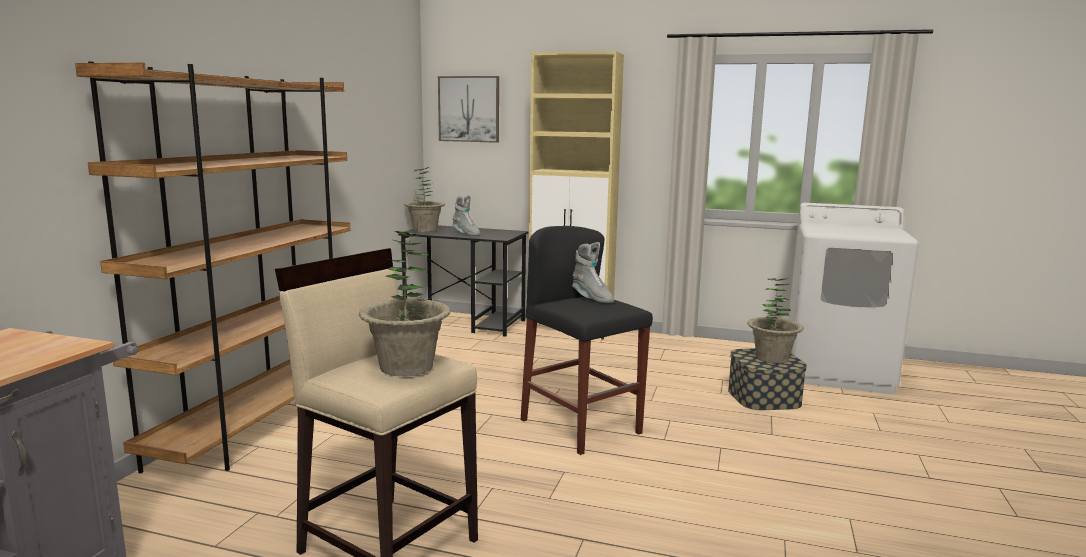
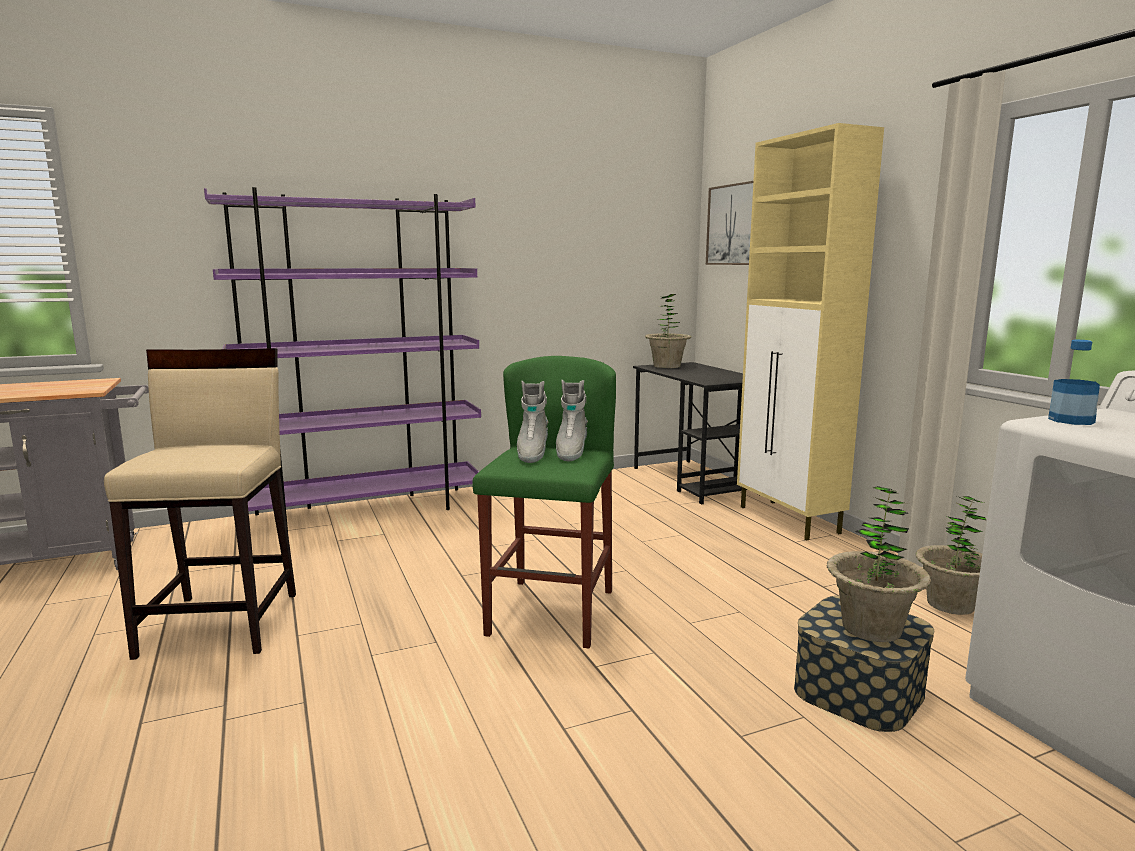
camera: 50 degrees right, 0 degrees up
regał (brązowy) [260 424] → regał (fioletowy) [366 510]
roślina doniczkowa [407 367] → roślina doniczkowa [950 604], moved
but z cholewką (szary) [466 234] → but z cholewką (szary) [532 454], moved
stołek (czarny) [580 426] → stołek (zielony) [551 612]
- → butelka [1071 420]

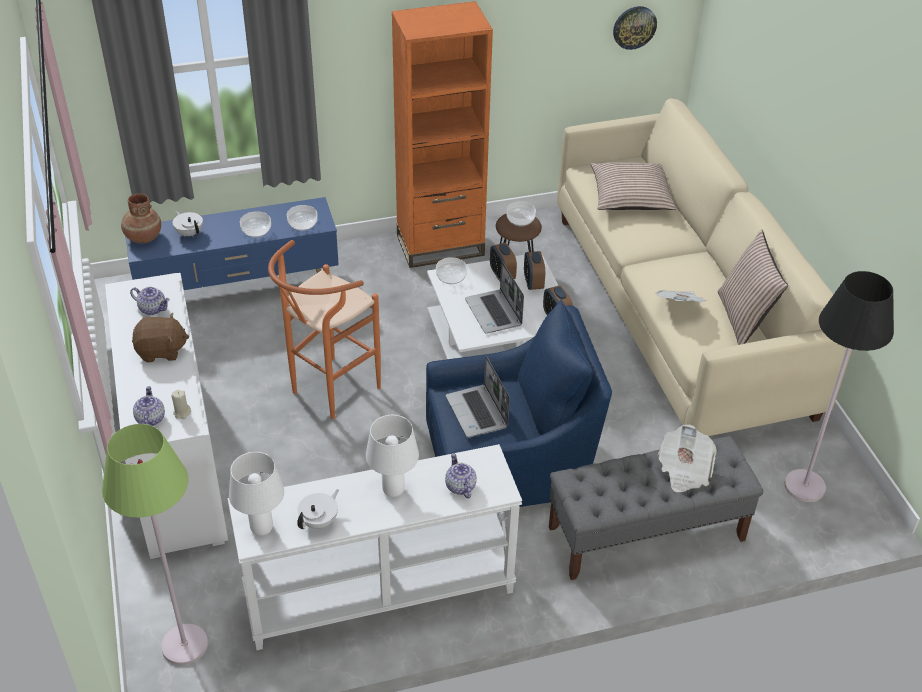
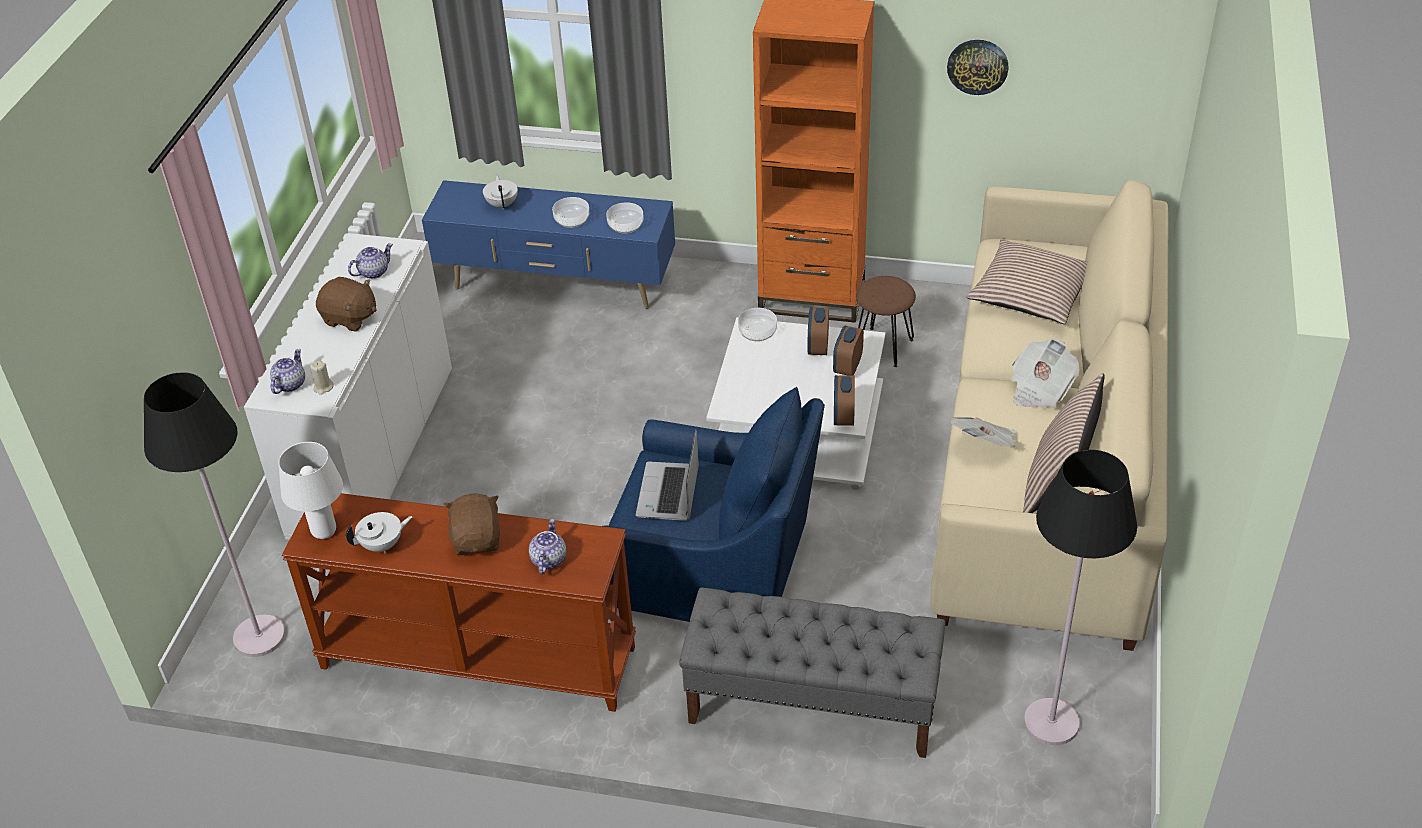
camera: 30 degrees right, 0 degrees up
lampa stojąca (zielony) [185 645] → lampa stojąca (czarny) [259 637]
wazon (brązowy) [143 237] → -
imbryk [153 309] → imbryk [373 272], 90 degrees counterclockwise
stolik konsolowy (biały) [379 594] → stolik konsolowy (brązowy) [476 659]
stołek (pomarańczowy) [328 393] → -
lampa stołowa (biały) [393 491] → pluszak (brązowy) [477 540]
laptop [494 313] → -
miska [520 220] → -
zegar ścienny [634 27] → zegar ścienny [977 66], moved
gazeta [684 470] → gazeta [1040 389], moved

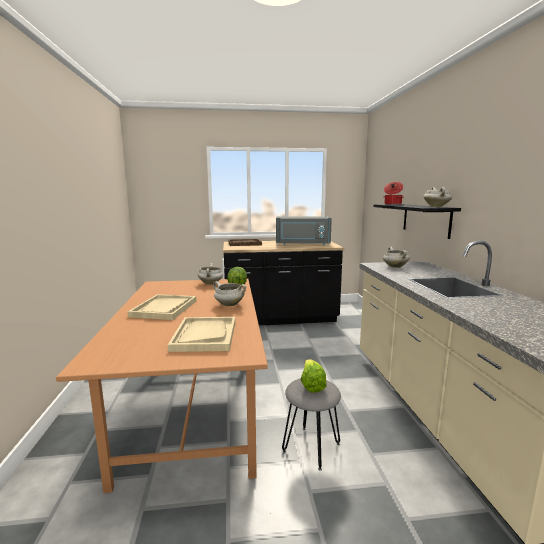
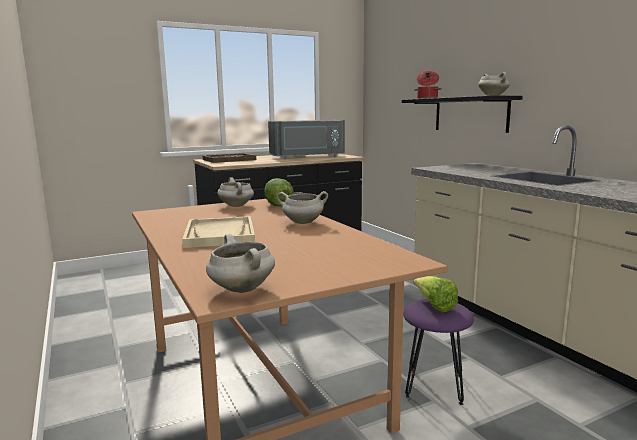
camera: 20 degrees left, 0 degrees up
taca (beżowy) [205 335] → -
stołek (szary) [311 447] → stołek (fioletowy) [435 385]
garnek (biały) [394 267] → garnek (biały) [240 289], moved

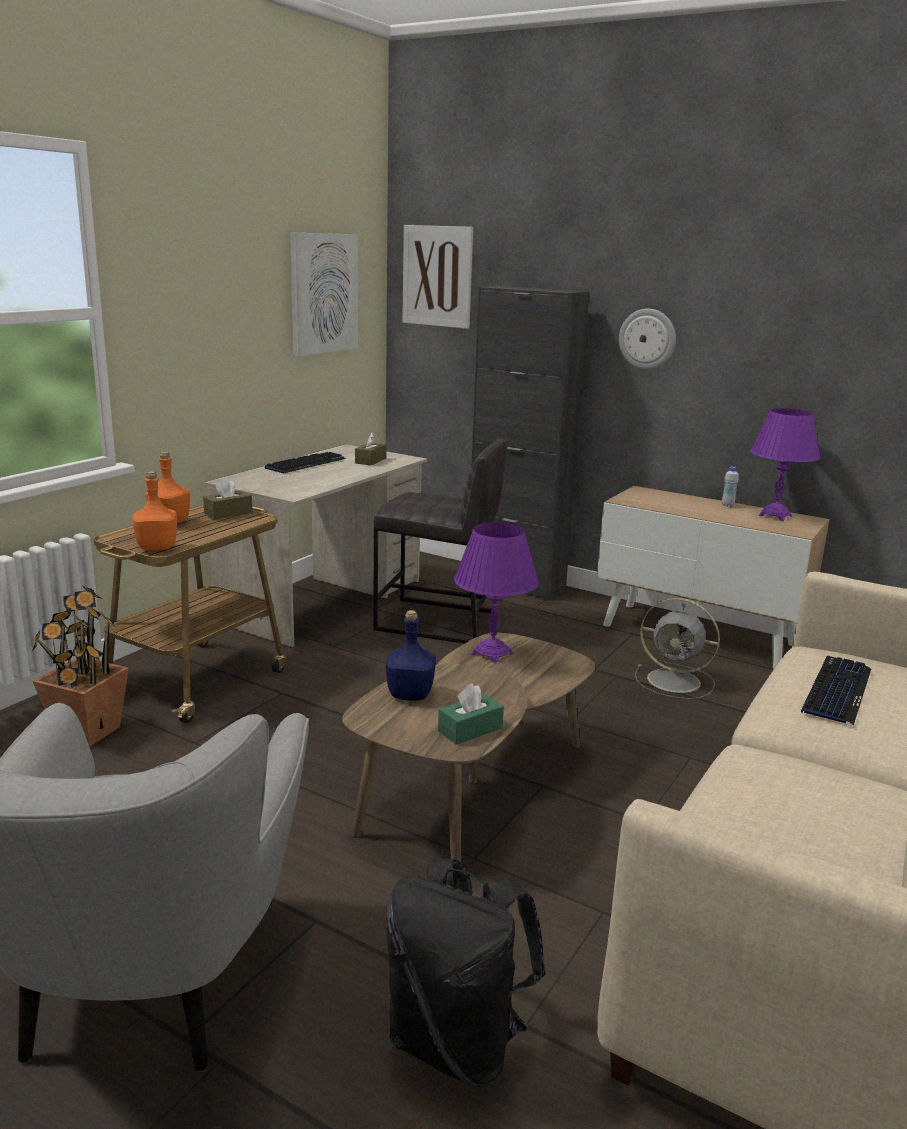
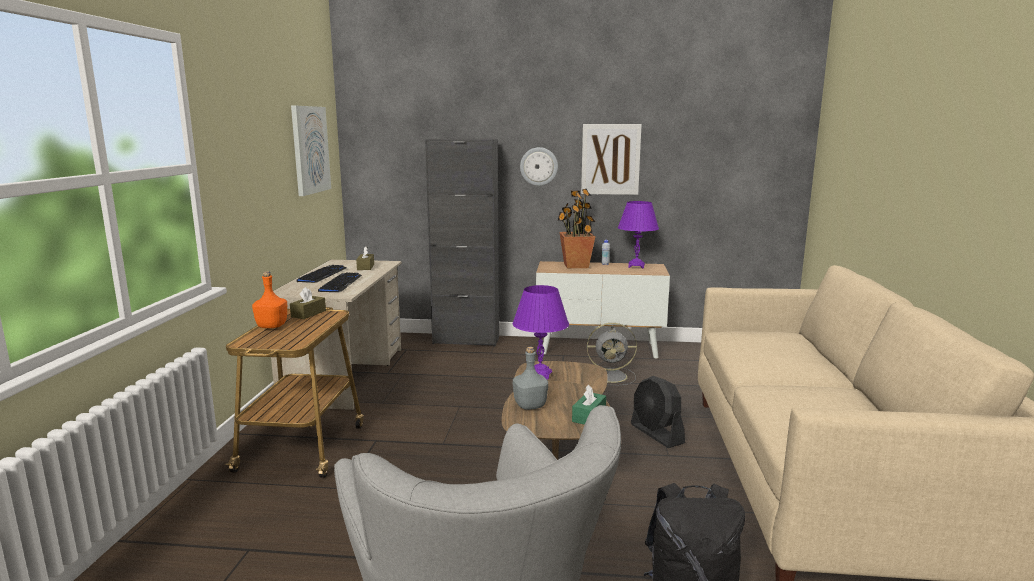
camera: 25 degrees left, 5 degrees down
roślina doniczkowa [86 732] → roślina doniczkowa [575 266], moved
butelka (pomarańczowy) [158 547] → -
stołek (szary) [437 621] → -
butelka (niebieski) [410 694] → butelka (szary) [529 405]
obraz [437 276] → obraz [610 159], moved
klawiatura [837 691] → klawiatura [341 284], moved
- → wentylator (czarny) [656 434]

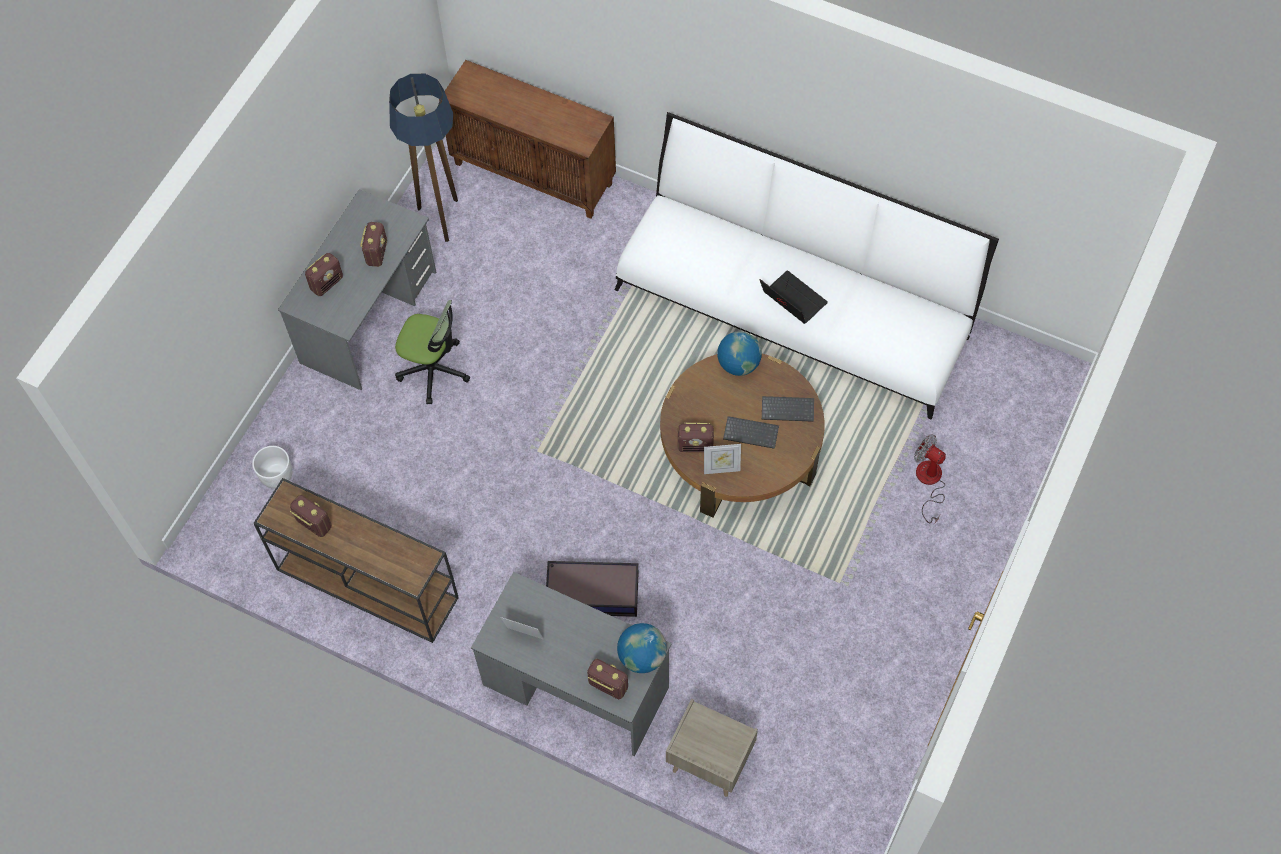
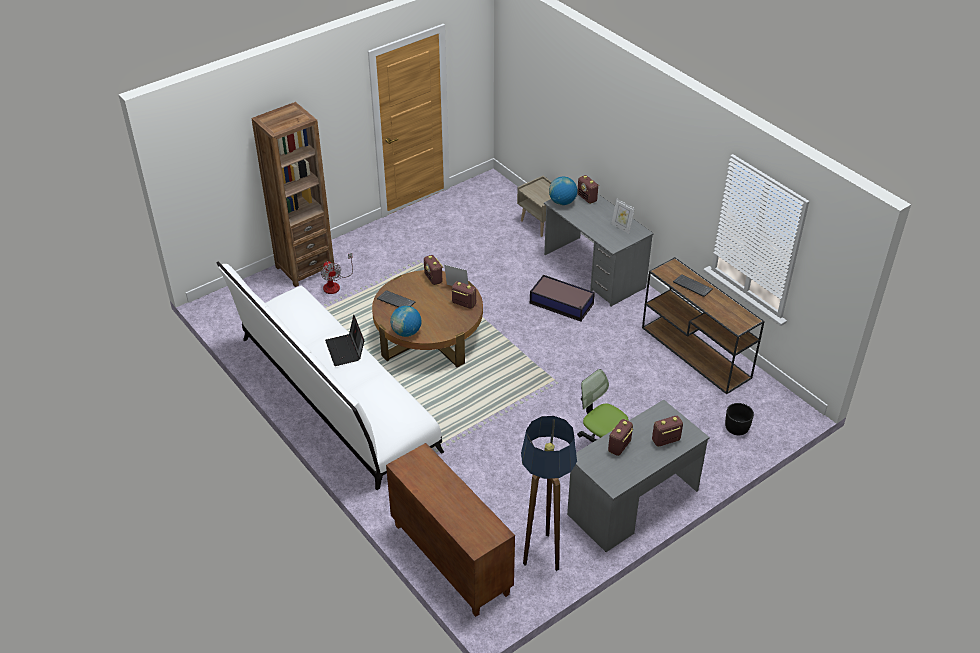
camera: 155 degrees left, 20 degrees down
donica (biały) [276 475] → donica (czarny) [736 428]
radio [313 523] → radio [433 278], moved
klawiatura [752 432] → klawiatura [691 286], moved
- → regał (brązowy) [305 268]

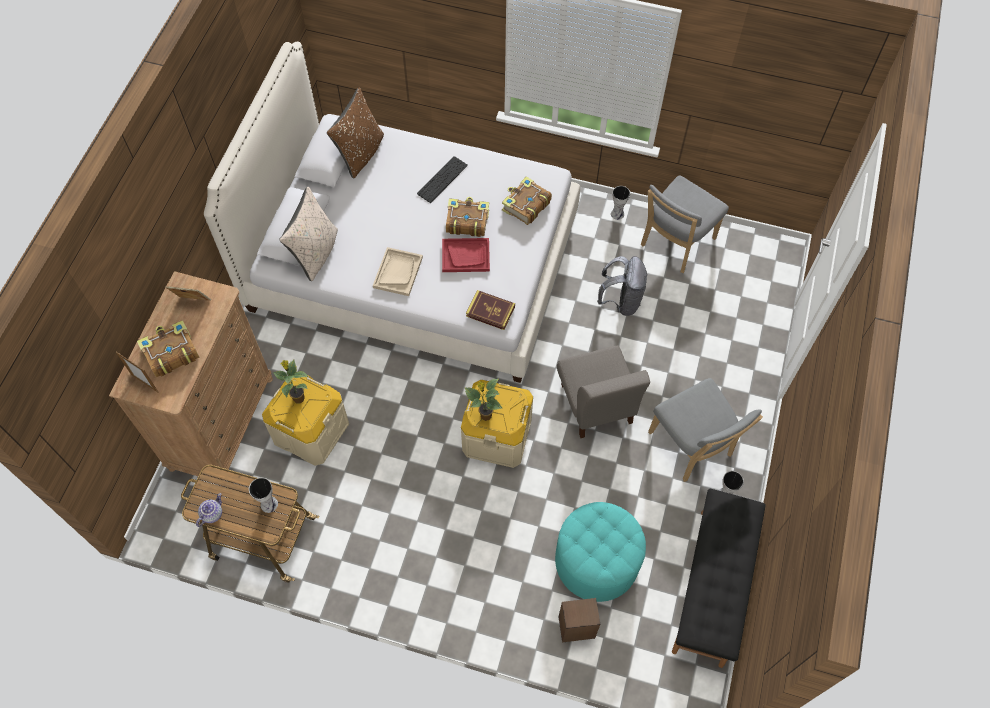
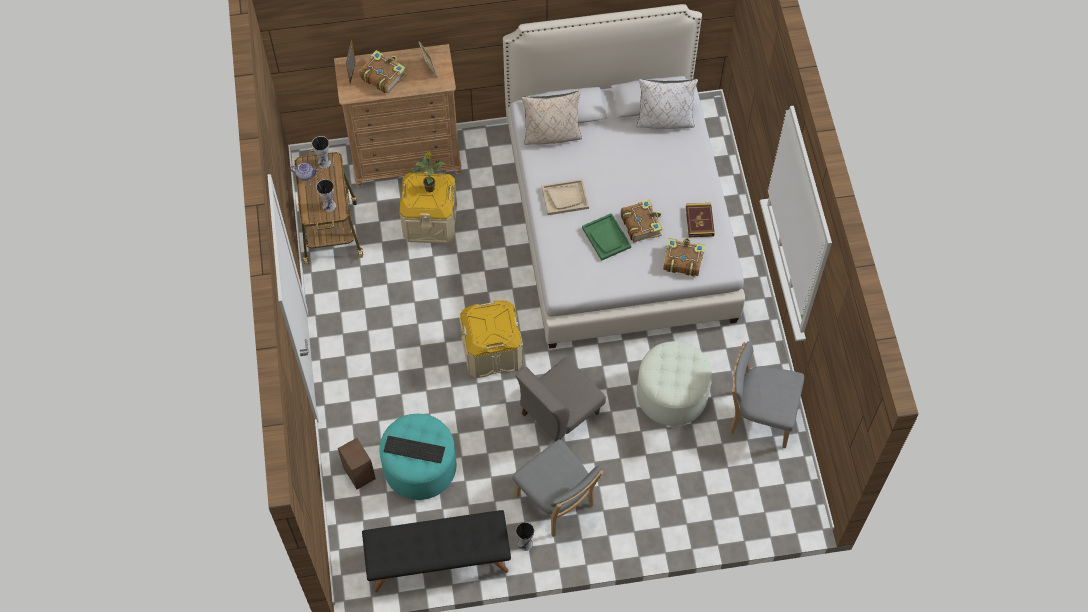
camera: 65 degrees right, 0 degrees up
poduszka (brązowy) [361 153] → poduszka (biały) [665 120]
klawiatura [441 178] → klawiatura [415 448], moved
taca (czerwony) [466 256] → taca (zielony) [606 237]
roślina doniczkowa [485 415] → -
książka [490 311] → książka [699 221], moved
plecak (szary) [621 301] → pufa (biały) [672 394]
wazon [618 213] → wazon [325 163], moved
krzesło (szary) [692 447] → krzesło (szary) [557 503], 75 degrees counterclockwise

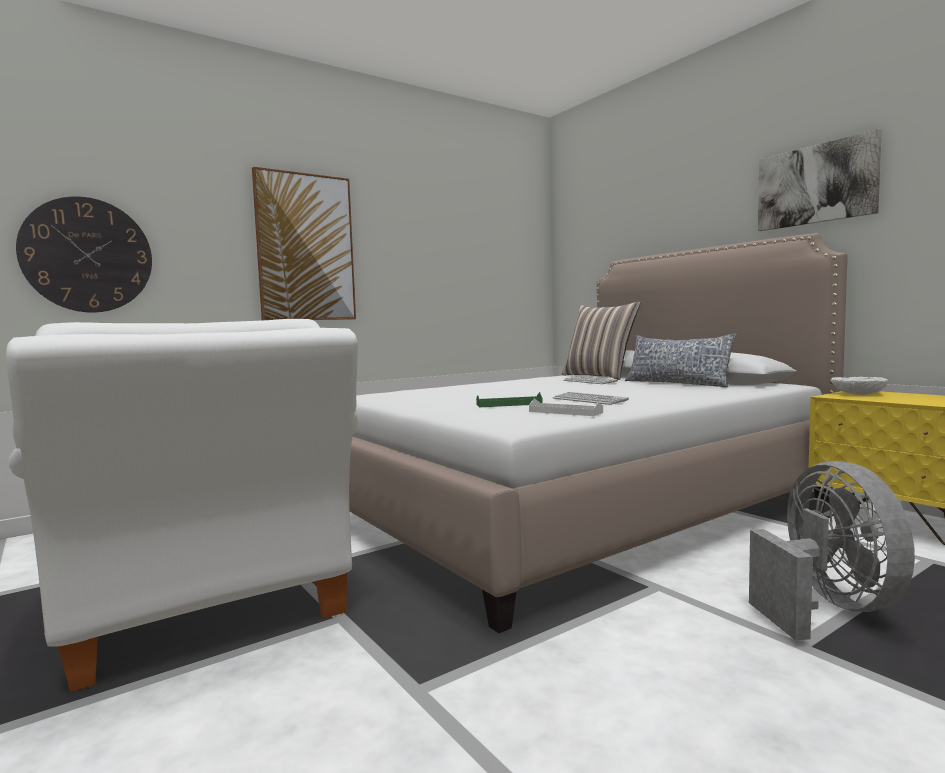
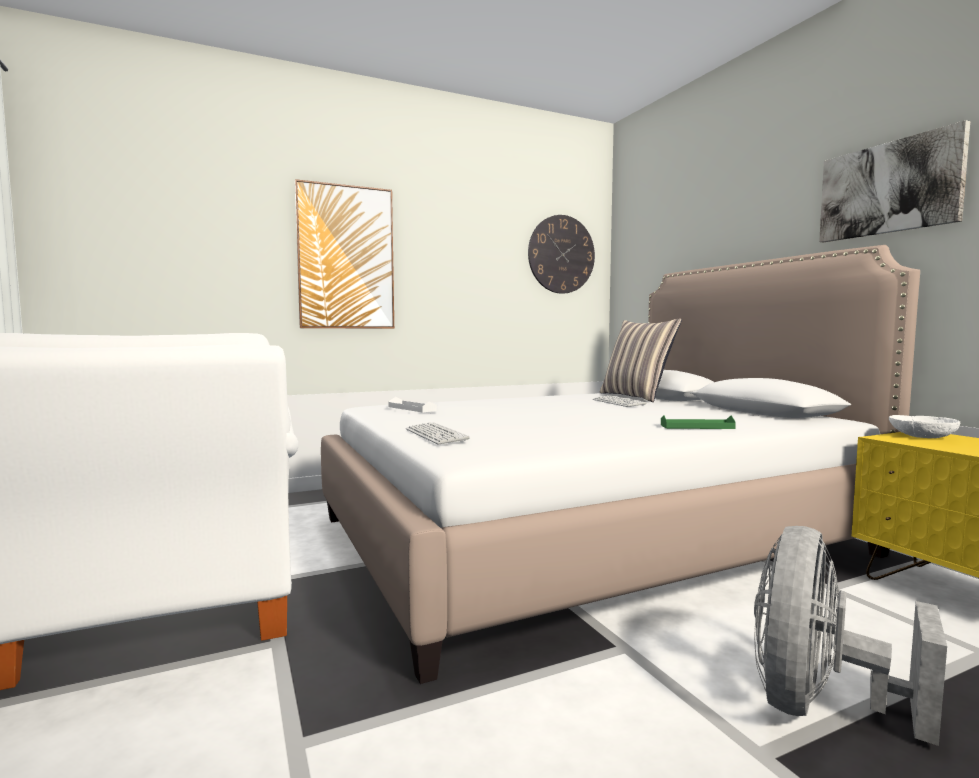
camera: 10 degrees right, 0 degrees up
zegar ścienny [87 255] → zegar ścienny [561 254], moved
taca (zielony) [509 404] → taca (zielony) [697 427], moved
taca (biały) [565 412] → taca (biały) [412 408], moved
klawiatura [589 400] → klawiatura [435 435], moved
poduszka [676 383] → -
wentylator (szary) [827 608] → wentylator (szary) [819 705], 150 degrees counterclockwise

